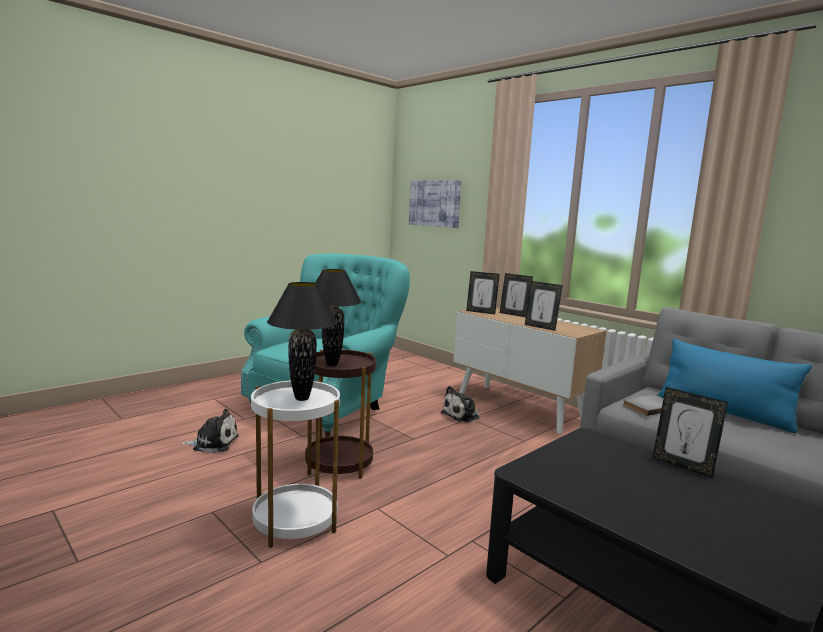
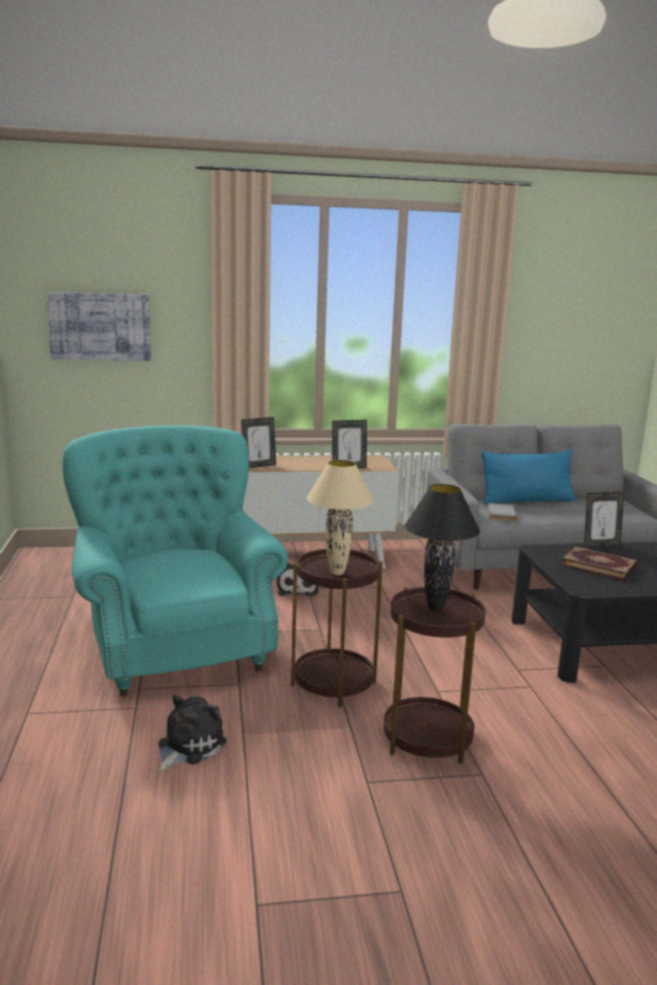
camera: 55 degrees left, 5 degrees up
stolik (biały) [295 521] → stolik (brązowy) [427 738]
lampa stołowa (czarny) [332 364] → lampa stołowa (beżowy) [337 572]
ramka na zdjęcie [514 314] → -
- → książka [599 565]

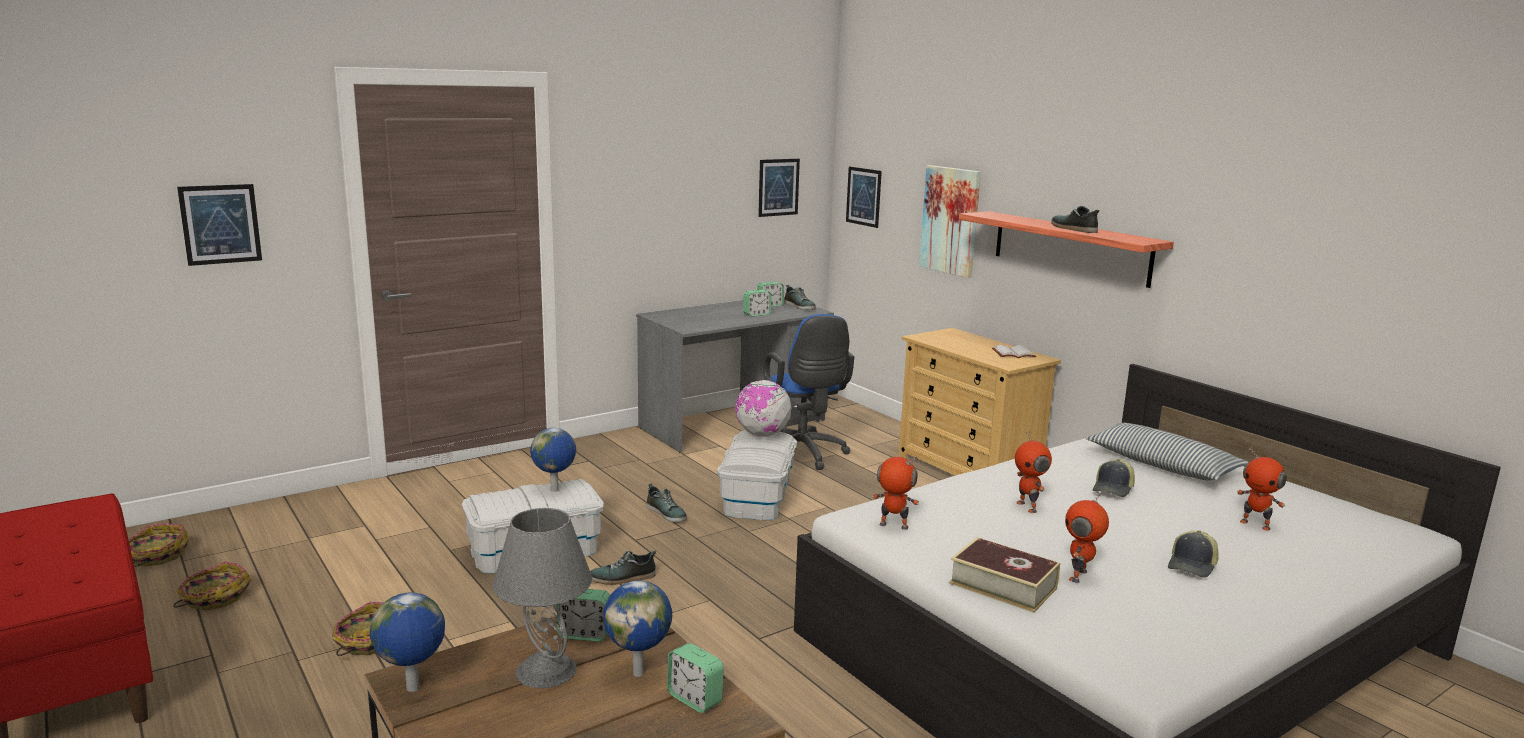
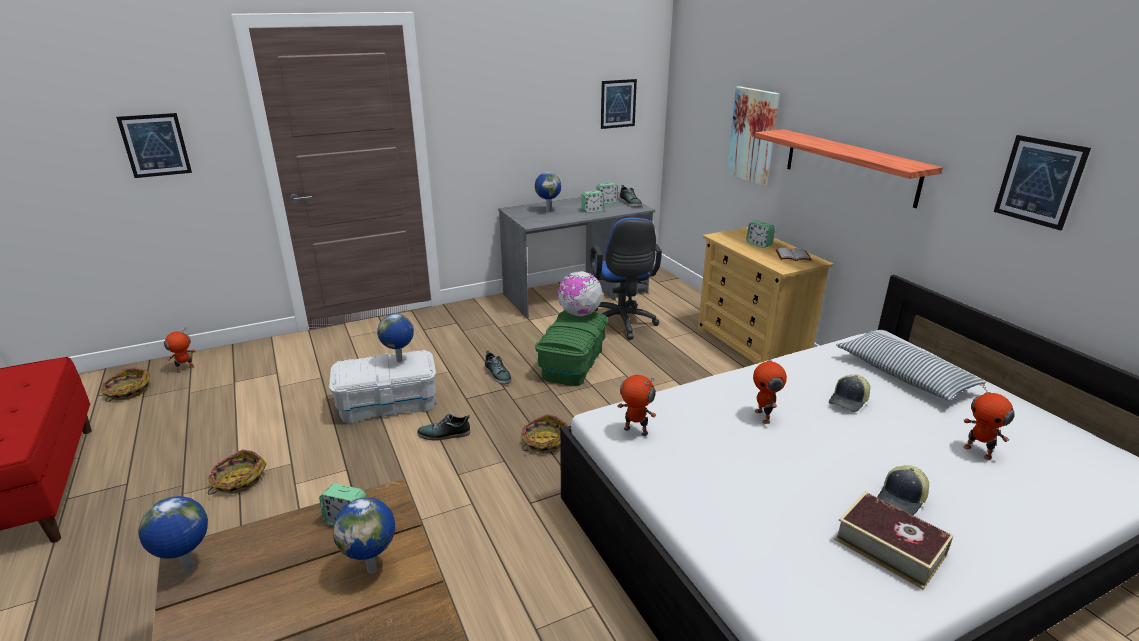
camera: 10 degrees right, 10 degrees up
koszyk [214 598] → koszyk [544 442], moved
lampa stołowa (szary) [545 670] → -
budzik [695 699] → budzik [759 244], moved
pojemnik do przechowywania (biały) [757 497] → pojemnik do przechowywania (zielony) [573 363]
obraz [863 196] → obraz [1039 181], moved
książka [1003 585] → książka [889 547], moved
but [1073 228] → -
robot zabawkowy [1080 576] → robot zabawkowy [185 369], moved
- → globus [548 210]

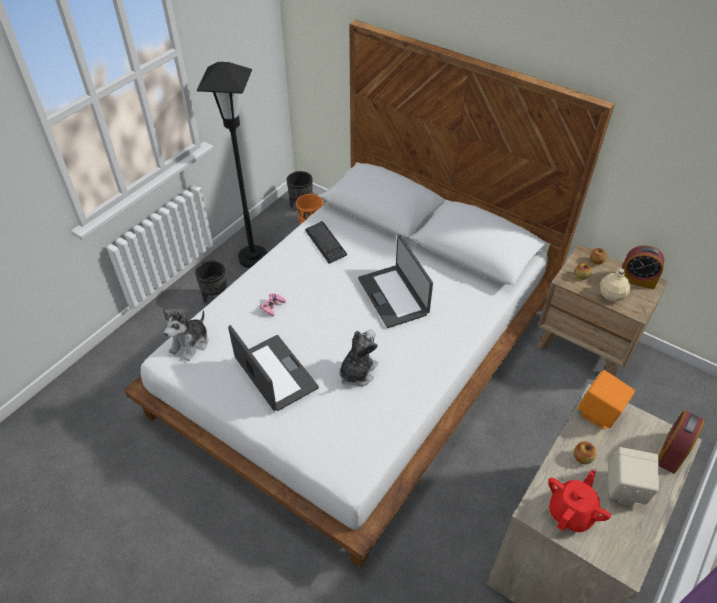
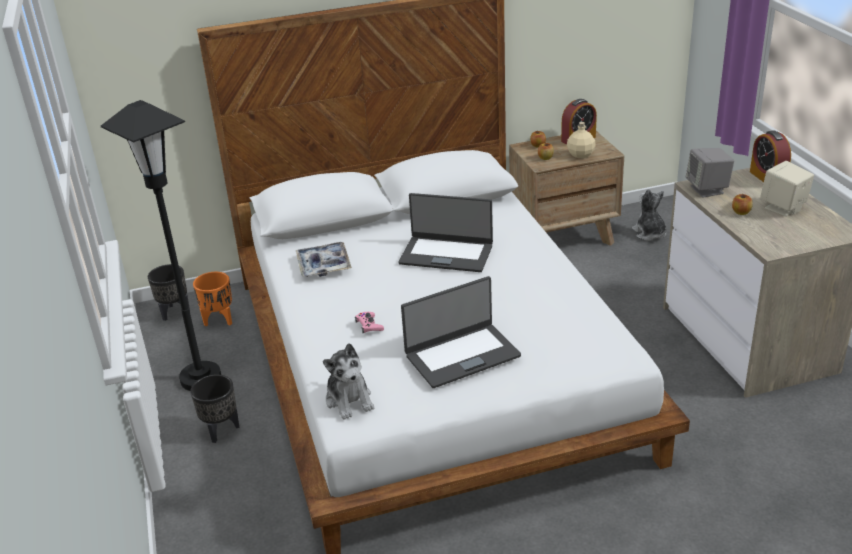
camera: 50 degrees left, 15 degrees down
laptop [274 373] → laptop [461 355], 150 degrees clockwise
klawiatura [325 243] → taca [324 265]
pluszak [357 372] → pluszak [649 234], moved
imbryk (czerwony) [571 512] → -
głośnik (pomarańczowy) [599 414] → głośnik (szary) [707 190]

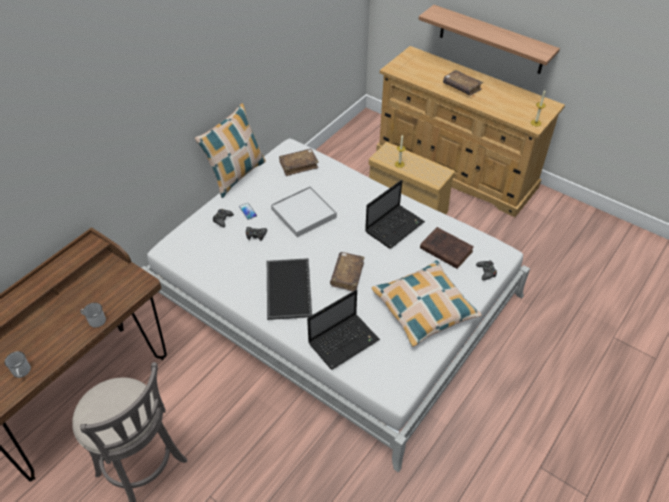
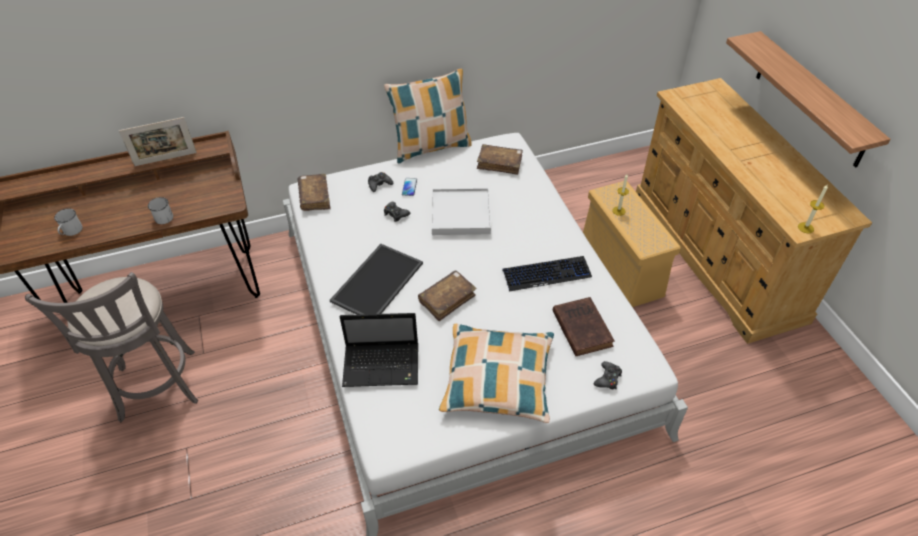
camera: 35 degrees right, 0 degrees up
laptop [395 226] → klawiatura [546 274]
książka (brązowy) [461 87] → książka (brązowy) [314 197], moved
- → ramka na zdjęcie [165 159]

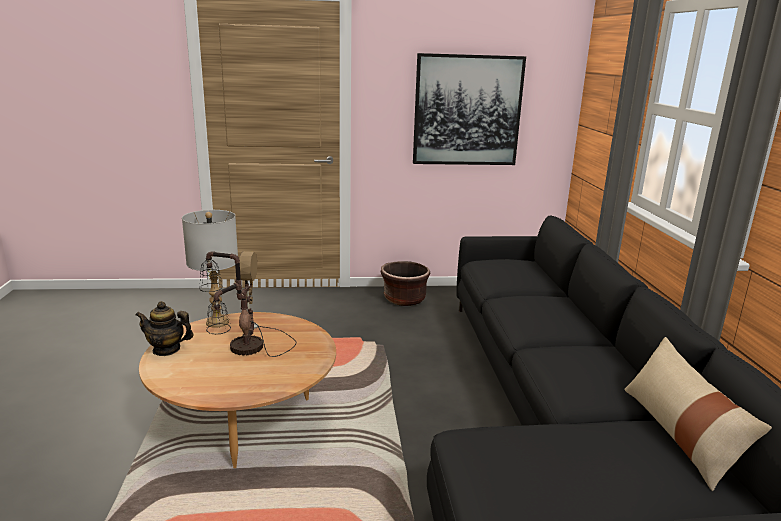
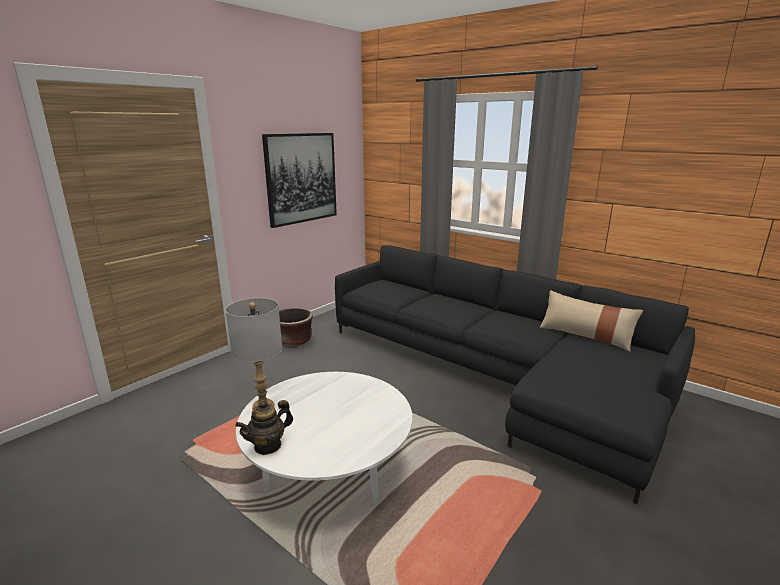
camera: 45 degrees left, 0 degrees up
ława (brązowy) [245 422] → ława (biały) [329 475]
lampa stołowa [244 348] → -

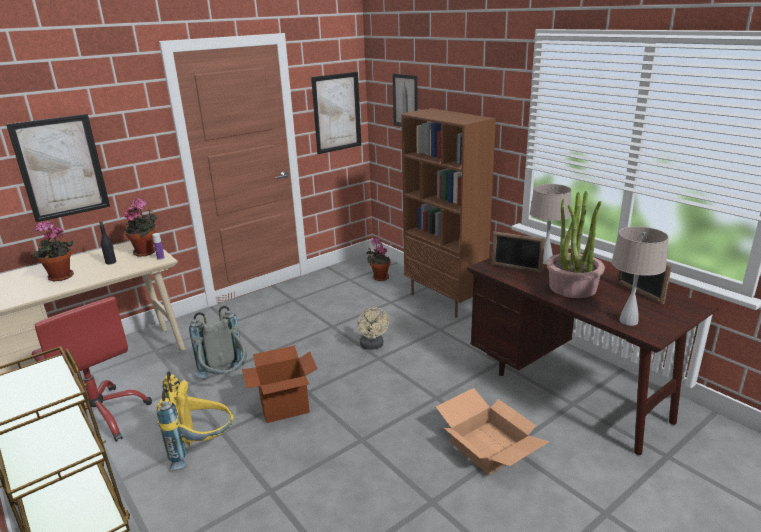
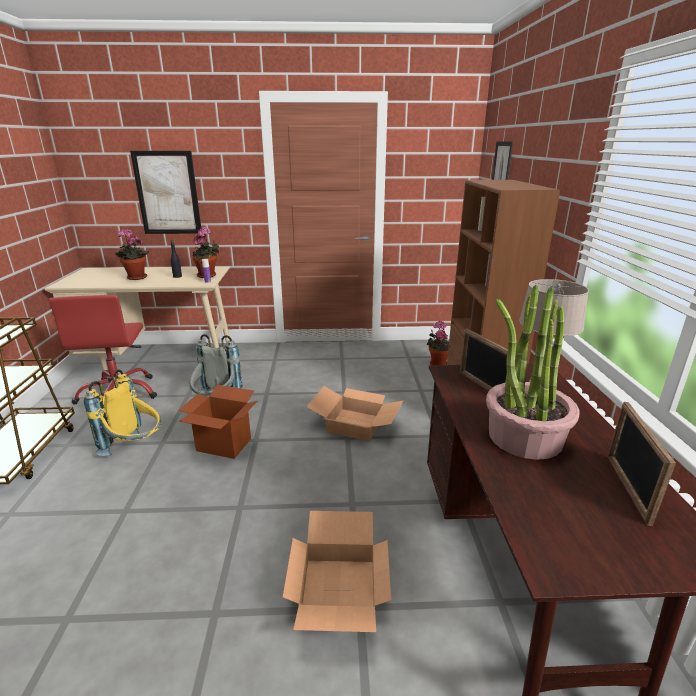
camera: 35 degrees right, 0 degrees up
obraz [337 112] → -
wentylator (beżowy) [373 346] → karton [356 424]
lampa stołowa (beżowy) [628 321] → -

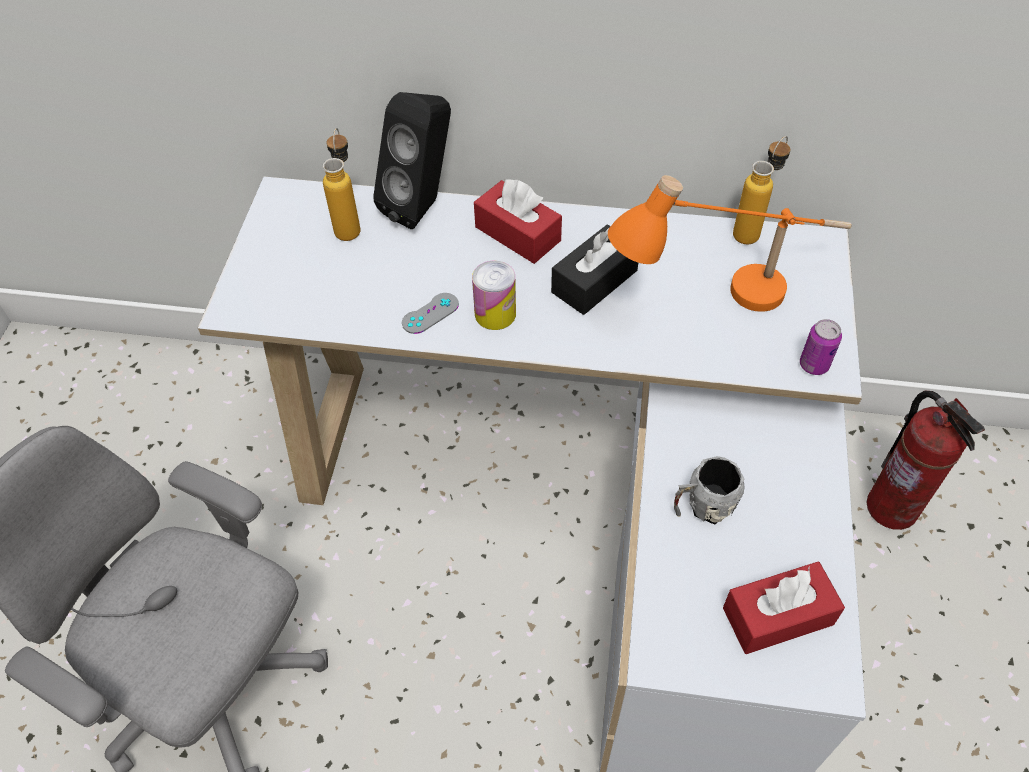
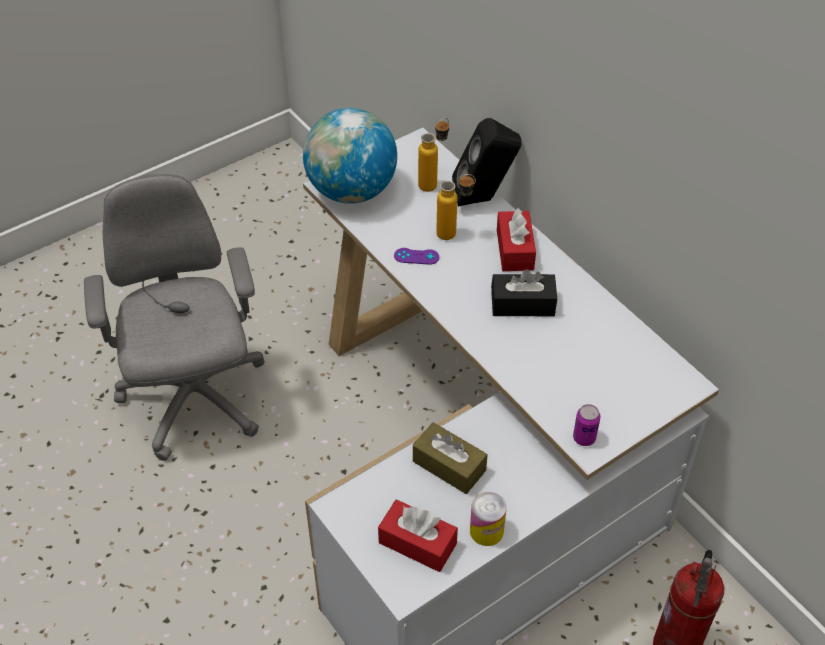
camera: 45 degrees right, 5 degrees down
pad do gier (szary) [430 313] → pad do gier (fioletowy) [416 256]
puszka [495 314] → puszka [486 531], moved
lampa stołowa (pomarańczowy) [720 301] → -
kubek (szary) [702 507] → pudełko chusteczek (brązowy) [449 466]
butelka [752 230] → butelka [454 234], moved
- → globus [351 191]

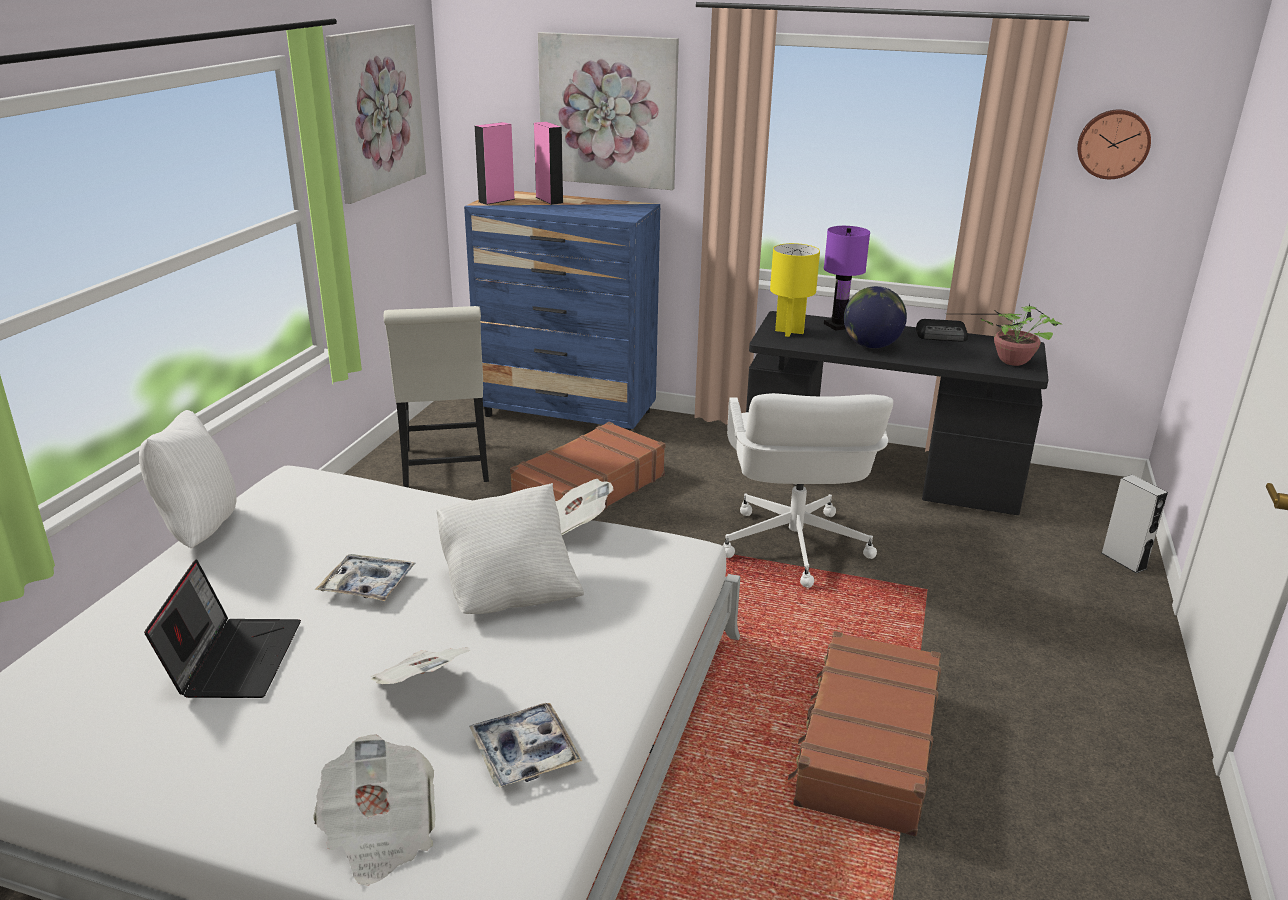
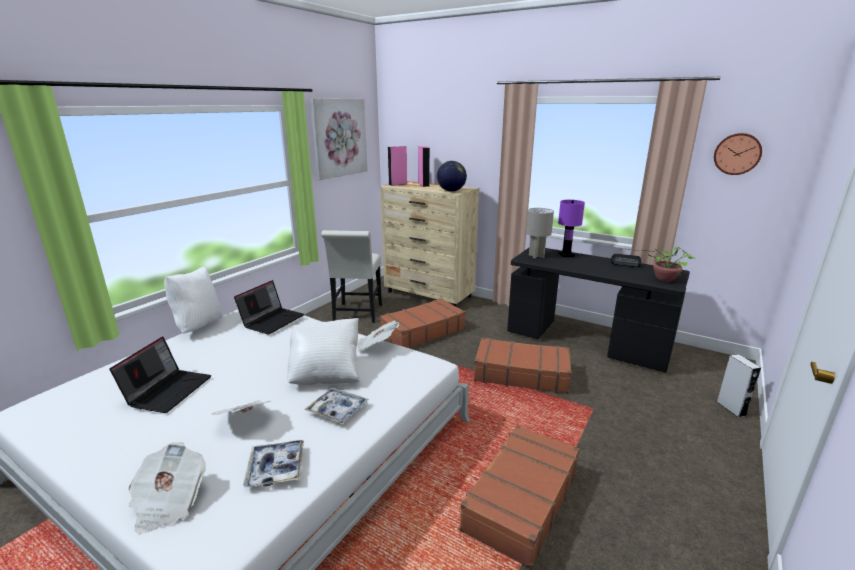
camera: 15 degrees right, 5 degrees down
taca [367 585] → taca [337 410], moved
komoda (niebieski) [568 414] → komoda (beżowy) [429 294]
obraz [608 111] → -
krzesło biurowe (biały) [793 546] → walizka (brązowy) [521 374]
lampa stołowa (żółty) [789 331] → lampa stołowa (szary) [536 256]
globus [871 346] → globus [451 191], moved
- → laptop [272 320]

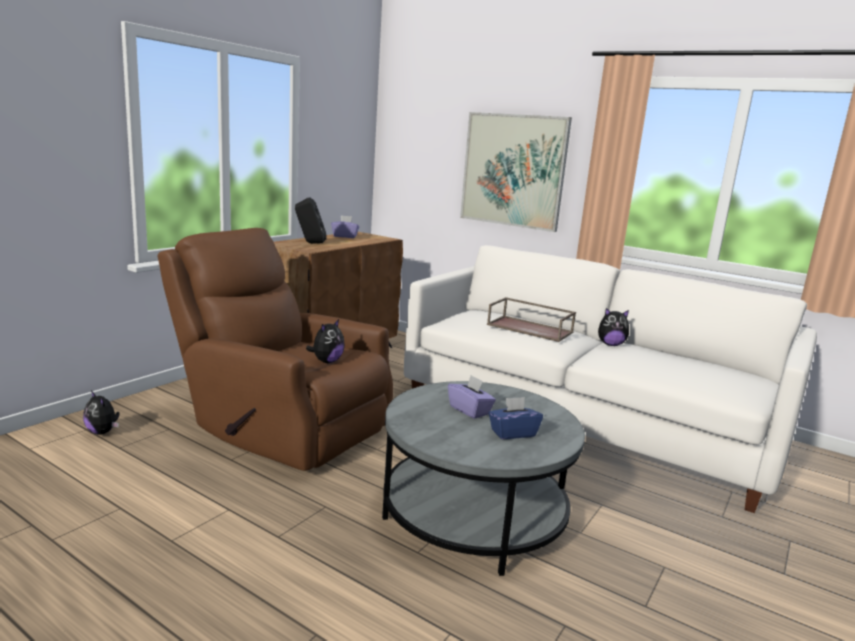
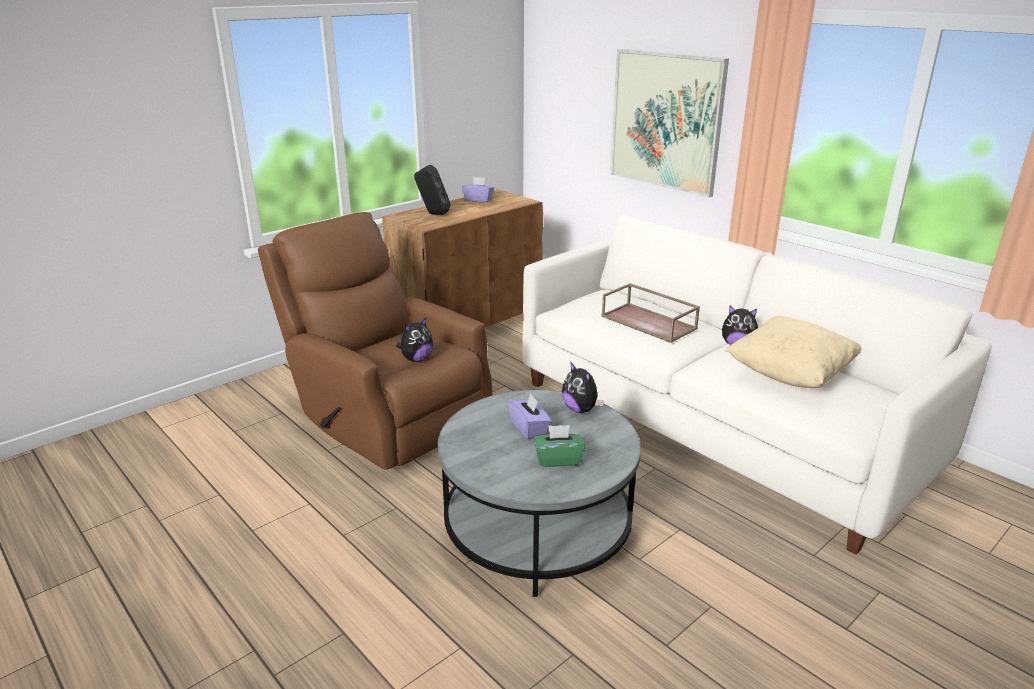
camera: 15 degrees right, 10 degrees up
pluszak [103 432] → pluszak [581 409], moved
pudełko chusteczek (niebieski) [512 433] → pudełko chusteczek (zielony) [558 459]
- → poduszka (beżowy) [790 375]

